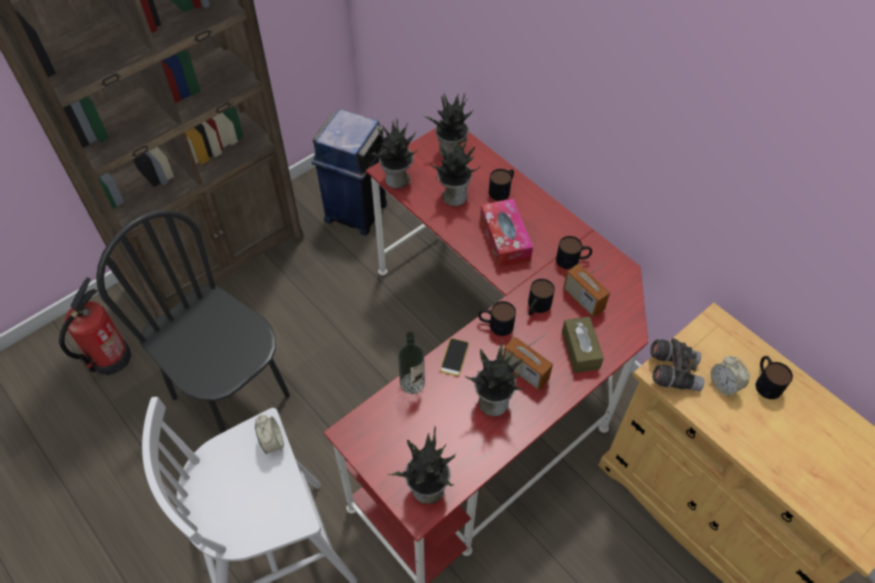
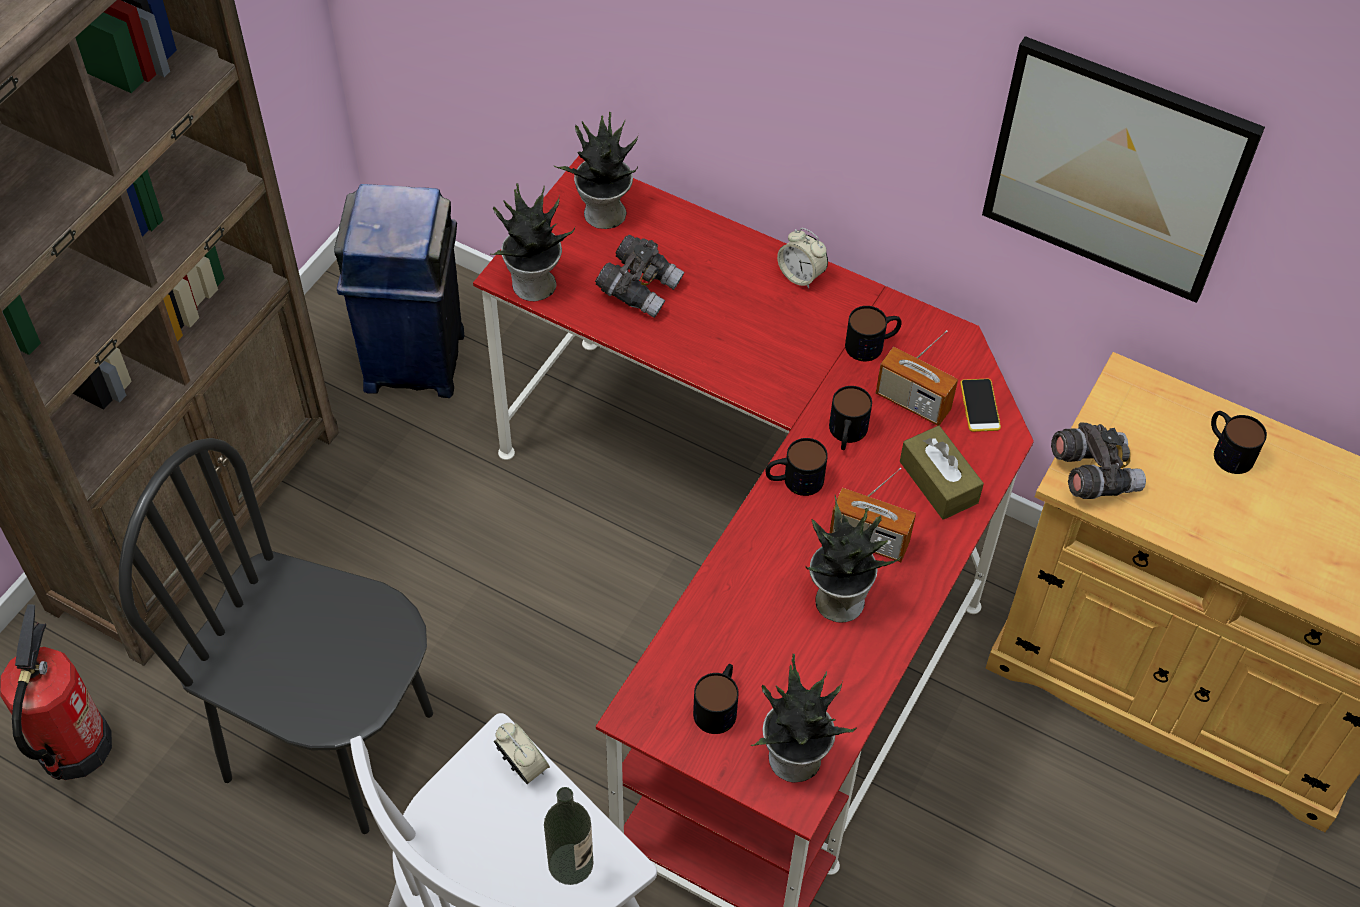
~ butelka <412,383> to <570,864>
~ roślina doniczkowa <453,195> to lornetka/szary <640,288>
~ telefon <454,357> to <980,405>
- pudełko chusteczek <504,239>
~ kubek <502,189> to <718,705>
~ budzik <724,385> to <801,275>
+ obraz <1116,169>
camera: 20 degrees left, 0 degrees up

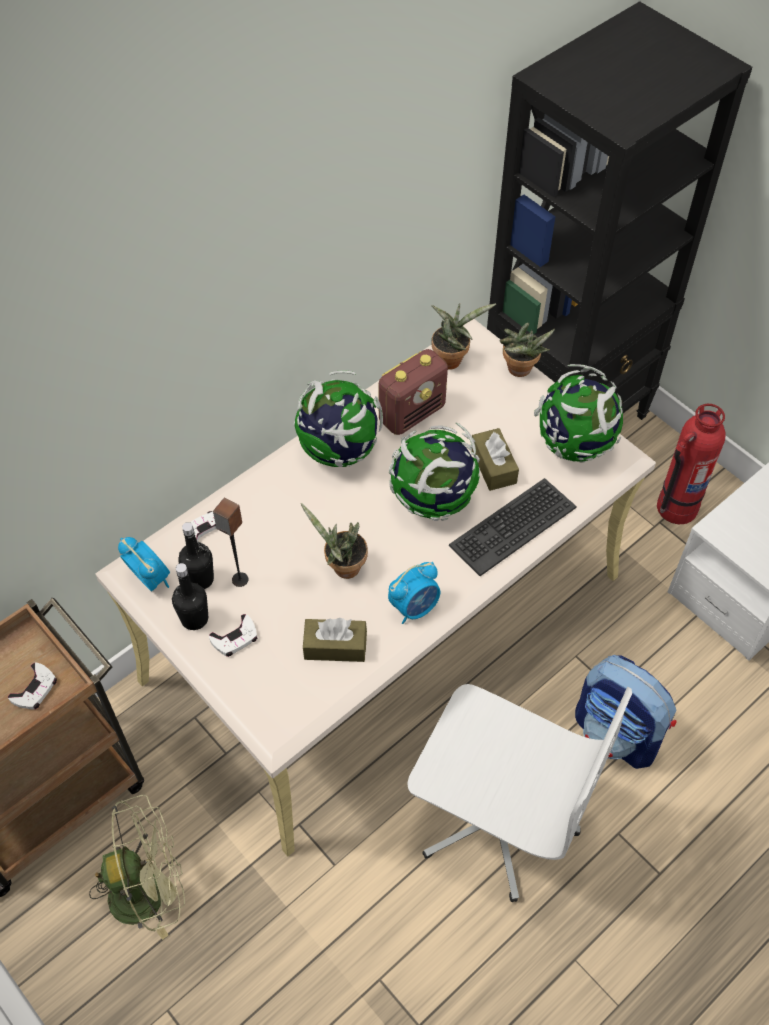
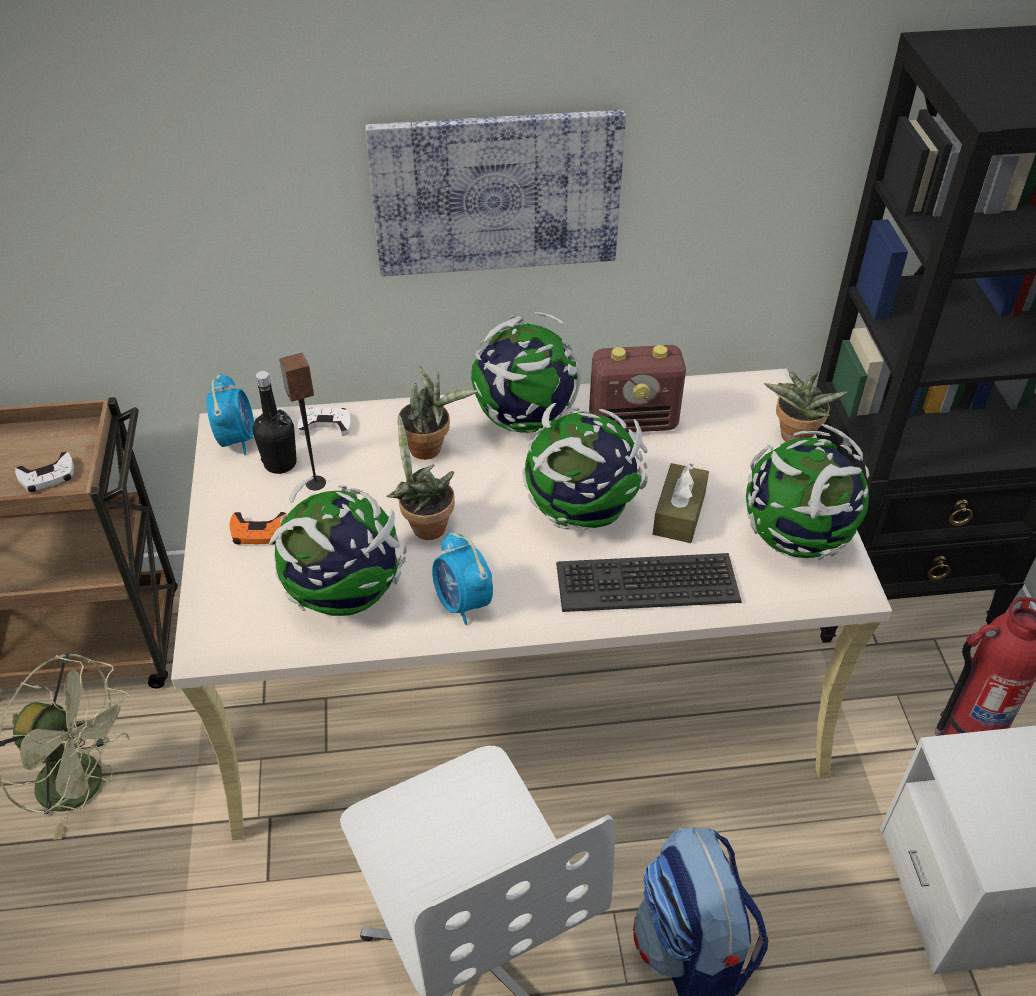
- butelka/czarny <194,618>
~ pad do gier/biały <235,638> to pad do gier/pomarańczowy <258,532>
~ pudełko chusteczek/brązowy <335,646> to globus <345,594>
~ budzik <414,607> = <463,603> 60 degrees clockwise
~ roślina doniczkowa <452,358> to <431,448>
+ obraz <496,192>
camera: 35 degrees right, 10 degrees down

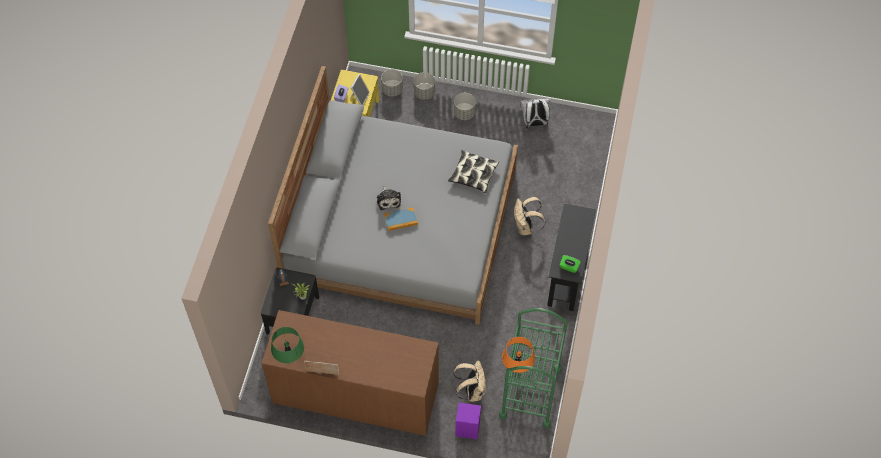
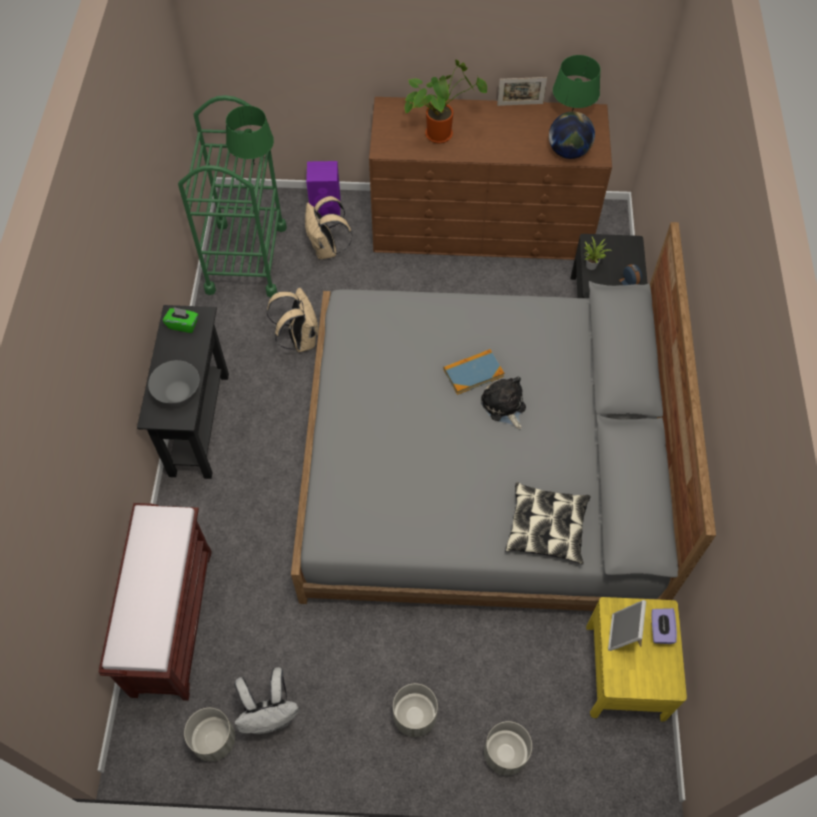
~ donica/szary <392,89> to <214,740>
~ poduszka <473,174> to <547,527>
~ lampa stołowa/pomarańczowy <517,366> to lampa stołowa/zielony <254,164>
~ plecak/beżowy <525,227> to <300,339>
+ ławka/brązowy <172,620>
+ miska/szary <178,392>
+ roślina doniczkowa <441,133>
+ globus <568,152>
camera: 170 degrees right, 0 degrees up

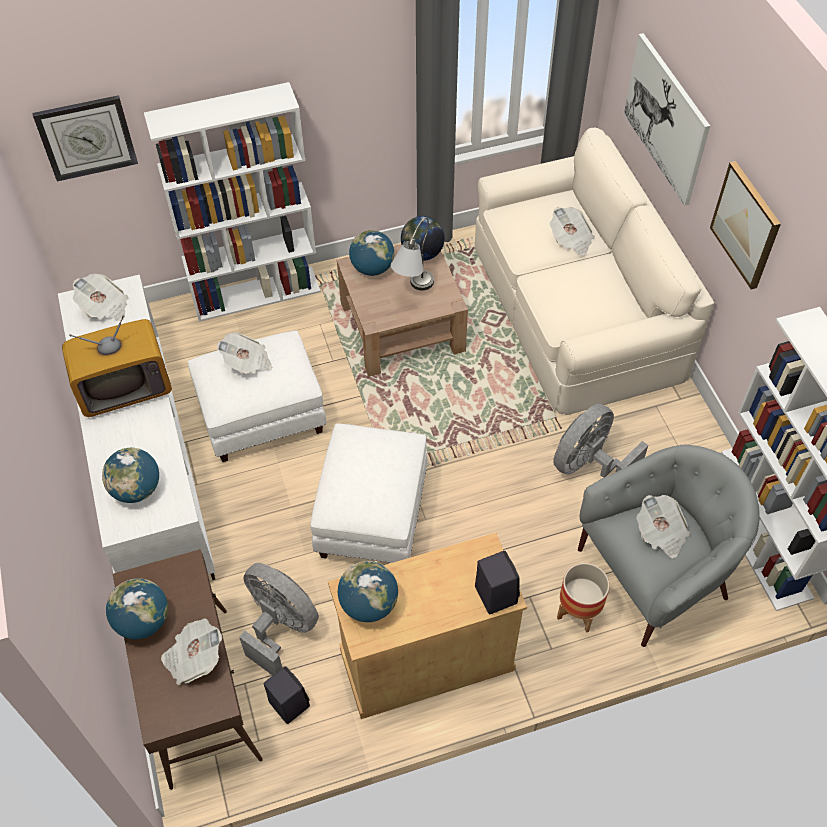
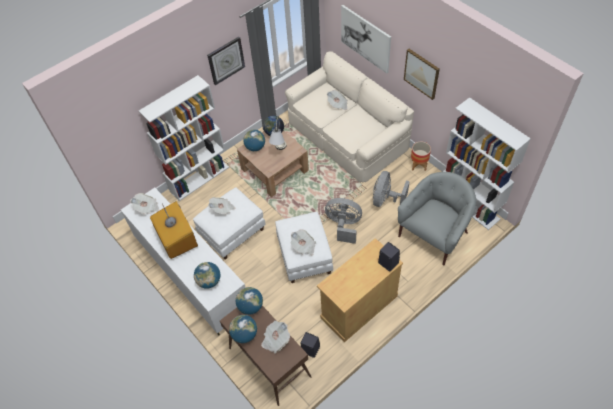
~ zegar ścienny <86,137> to <226,60>
~ telewizor <124,386> = <177,239> 75 degrees counterclockwise
~ wentylator/szary <280,626> to <343,226>
~ globus <369,604> to <250,306>
~ donica <578,612> to <418,165>
~ gazeta <660,533> to <304,246>
camera: 20 degrees left, 0 degrees up

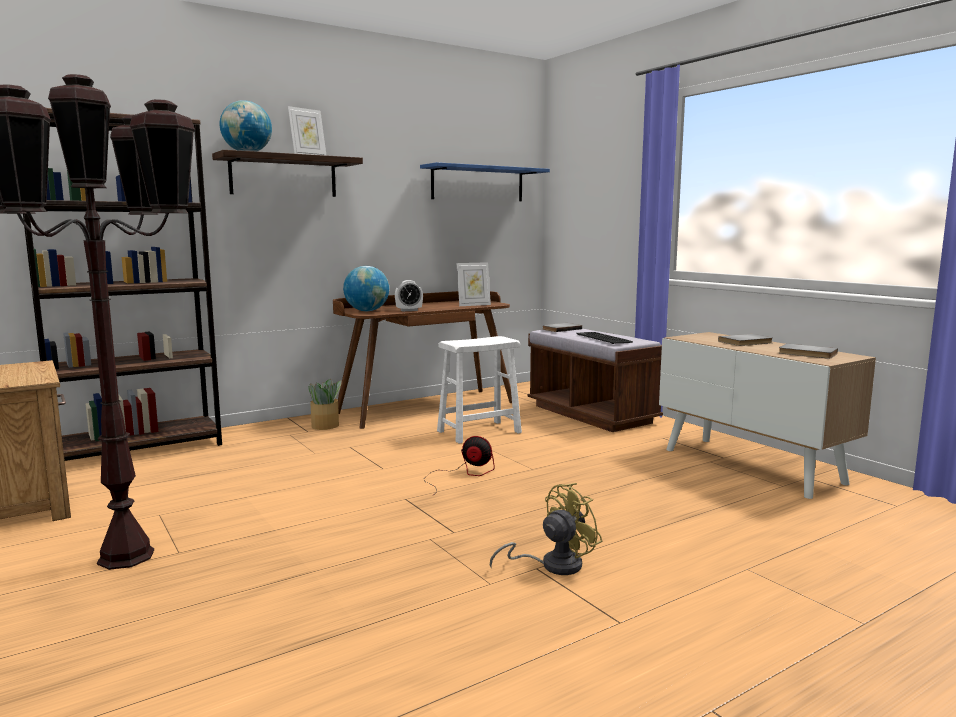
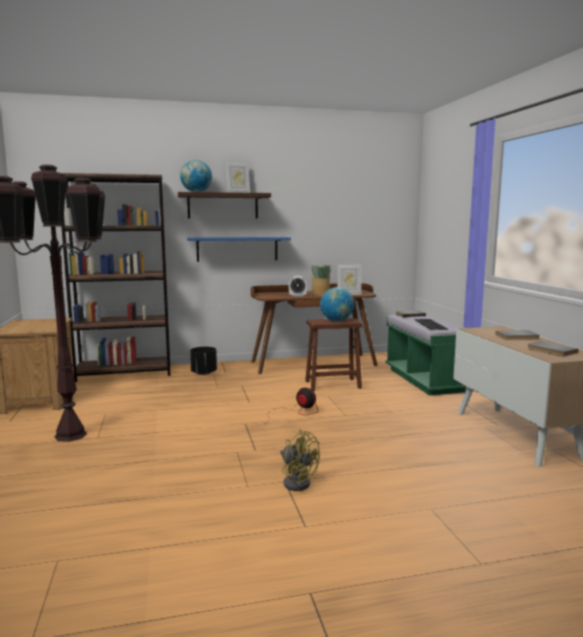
~ roślina doniczkowa <326,426> to <321,294>
~ globus <367,311> to <336,320>
~ półka/niebieski <478,184> to <237,249>
~ stołek/biały <479,432> to stołek/brązowy <333,384>
~ wentylator/żółty <552,565> = <297,481> 60 degrees clockwise
~ ławka/brązowy <591,414> to ławka/zielony <426,380>
+ donica/czarny <203,373>
camera: 20 degrees right, 0 degrees up

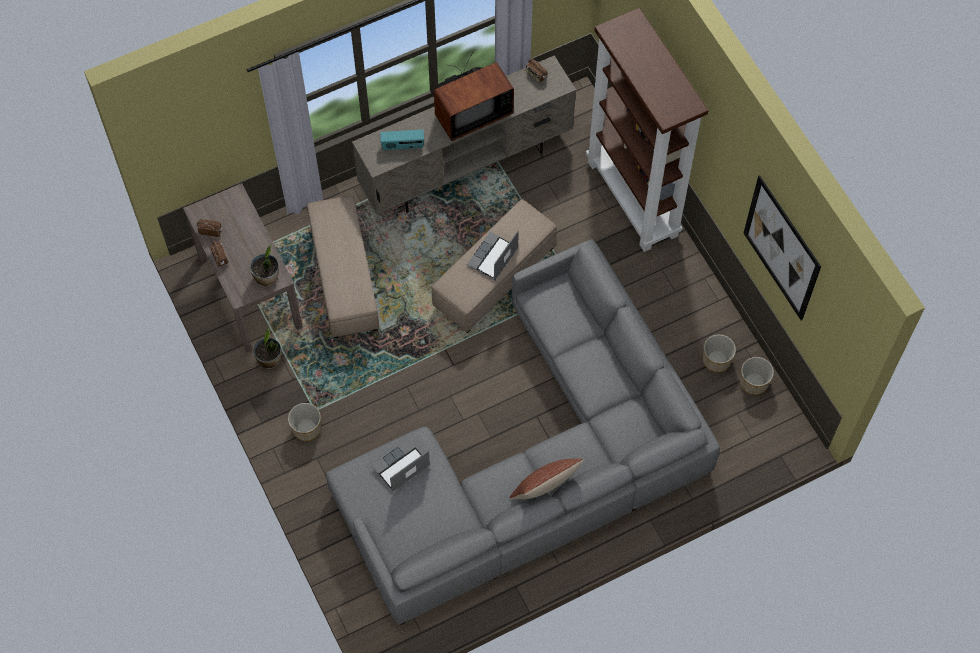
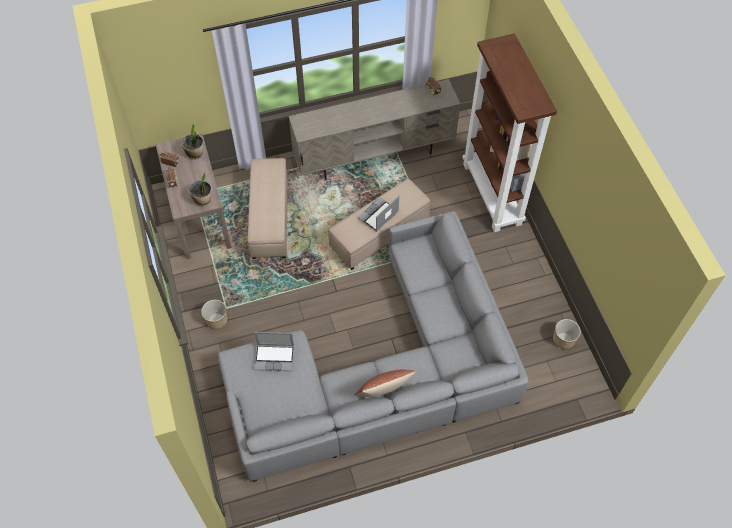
~ roślina doniczkowa <269,359> to <195,153>
~ laptop <400,467> = <275,357> 150 degrees counterclockwise
- radio <403,146>
- telewizor <470,113>
- donica <717,360>
- obraz <781,248>
camera: 10 degrees right, 5 degrees down

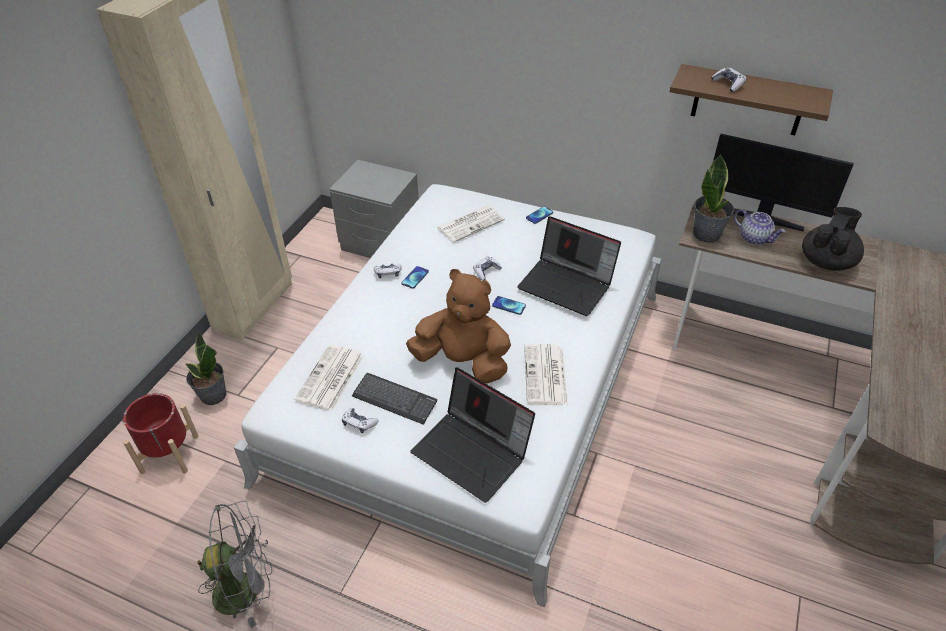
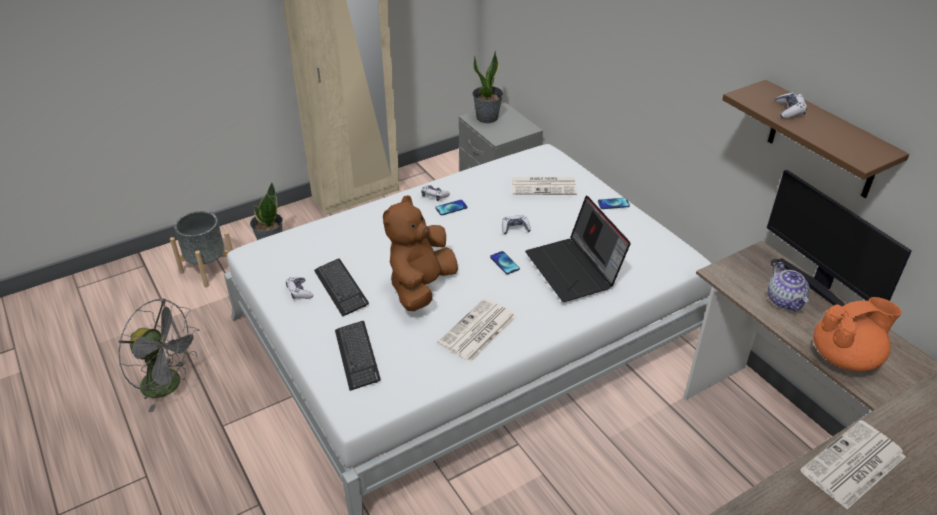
~ donica/czerwony <169,453> to donica/szary <208,269>
~ gazeta <330,379> to <853,465>
~ pluszak/brązowy <463,362> = <421,287> 120 degrees counterclockwise
~ laptop <473,452> to klawiatura <357,356>
~ roślina doniczkowa <707,234> to <487,118>
~ imbryk/czarny <826,261> to imbryk/pomarańczowy <845,357>
camera: 35 degrees right, 5 degrees down

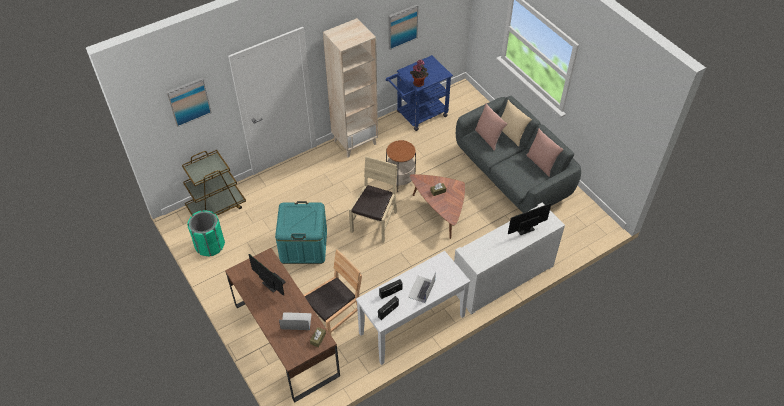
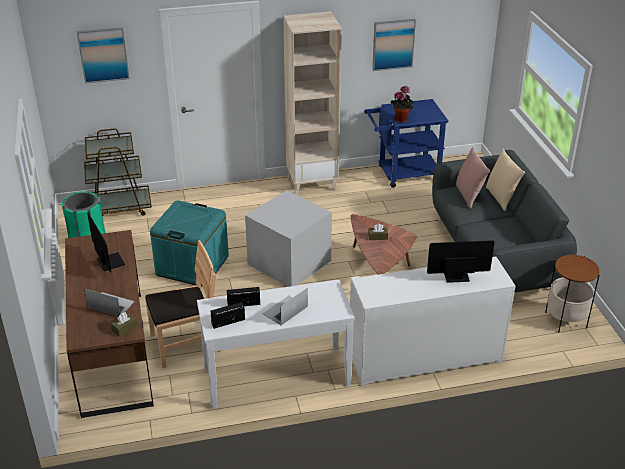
~ krzesło/beżowy <374,222> to pojemnik do przechowywania/szary <290,262>
~ stolik <400,181> to <566,320>
- poduszka/różowy <541,164>
camera: 20 degrees right, 15 degrees down

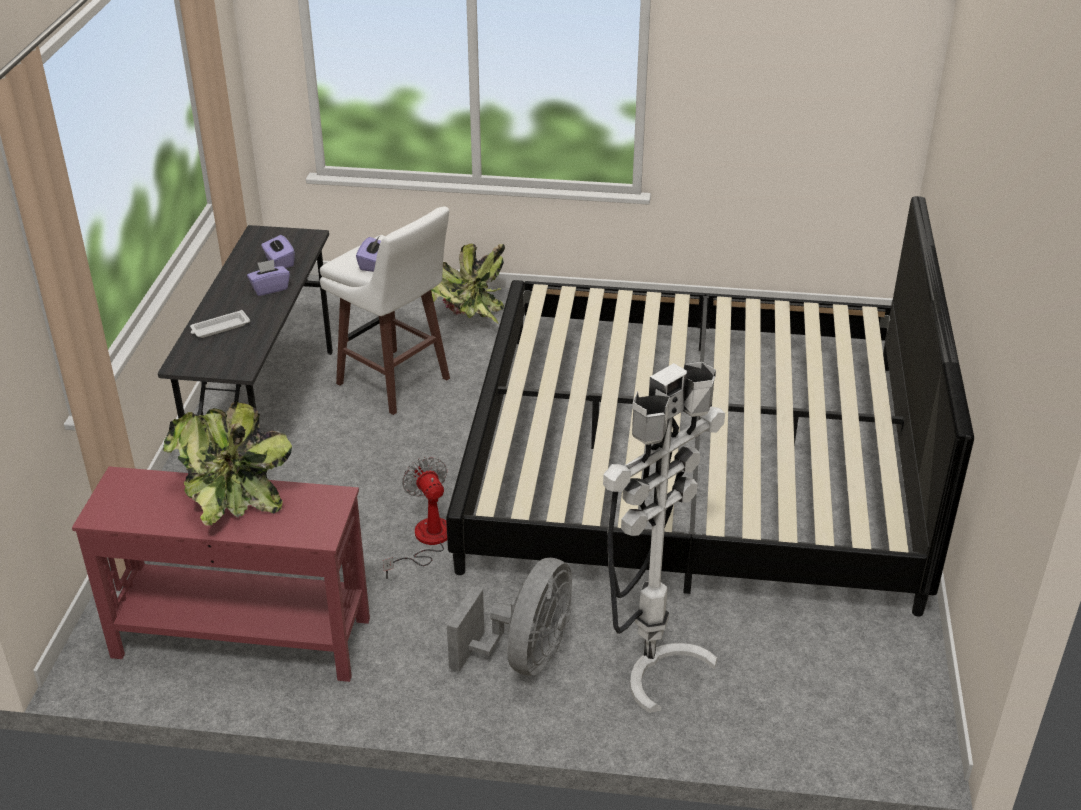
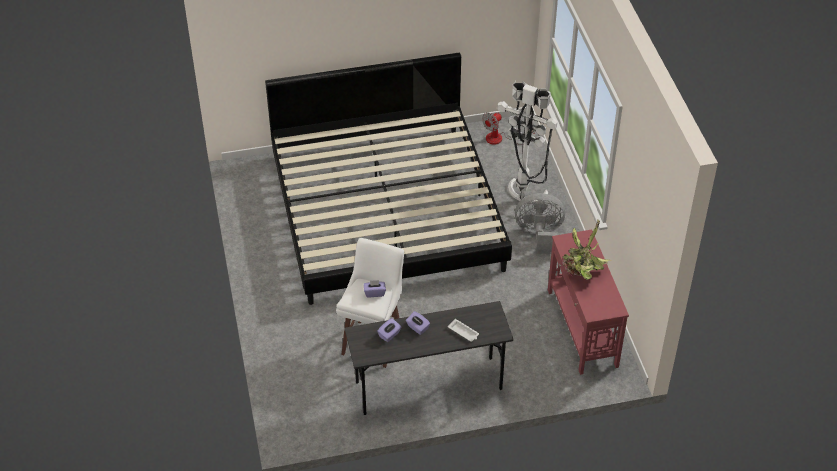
~ wentylator <425,541> to <500,139>
- roślina doniczkowa <468,318>
camera: 110 degrees left, 10 degrees up

